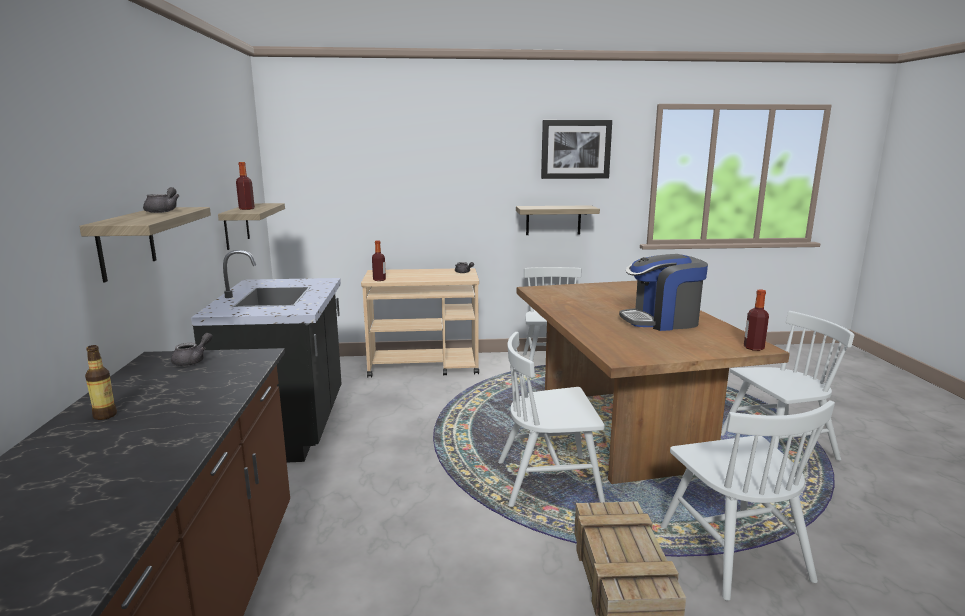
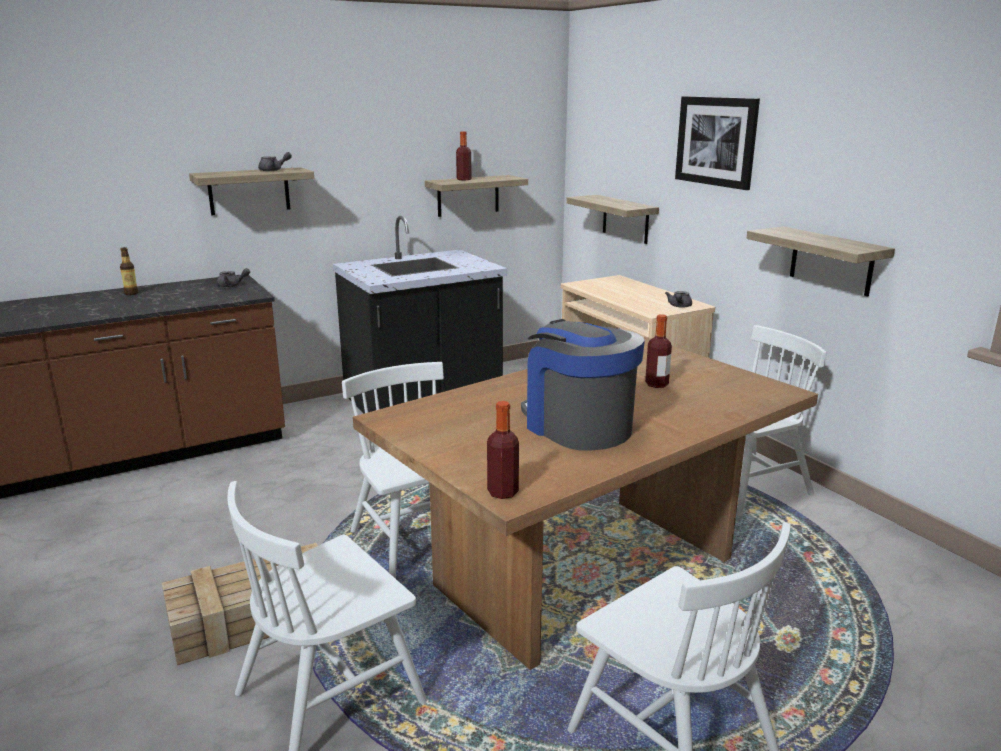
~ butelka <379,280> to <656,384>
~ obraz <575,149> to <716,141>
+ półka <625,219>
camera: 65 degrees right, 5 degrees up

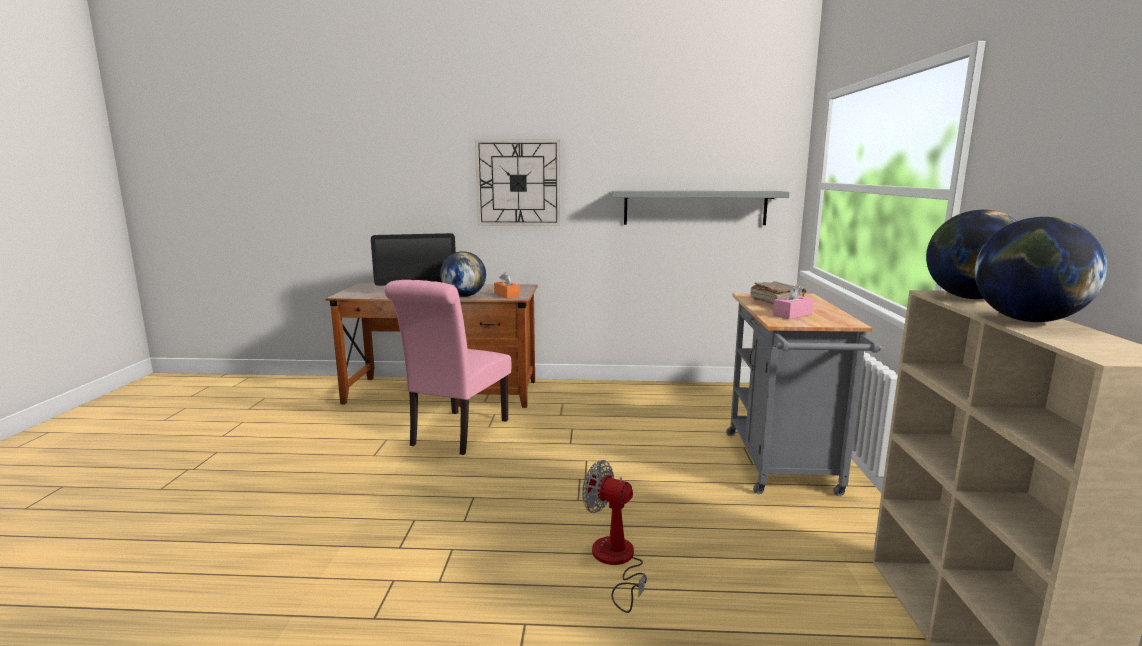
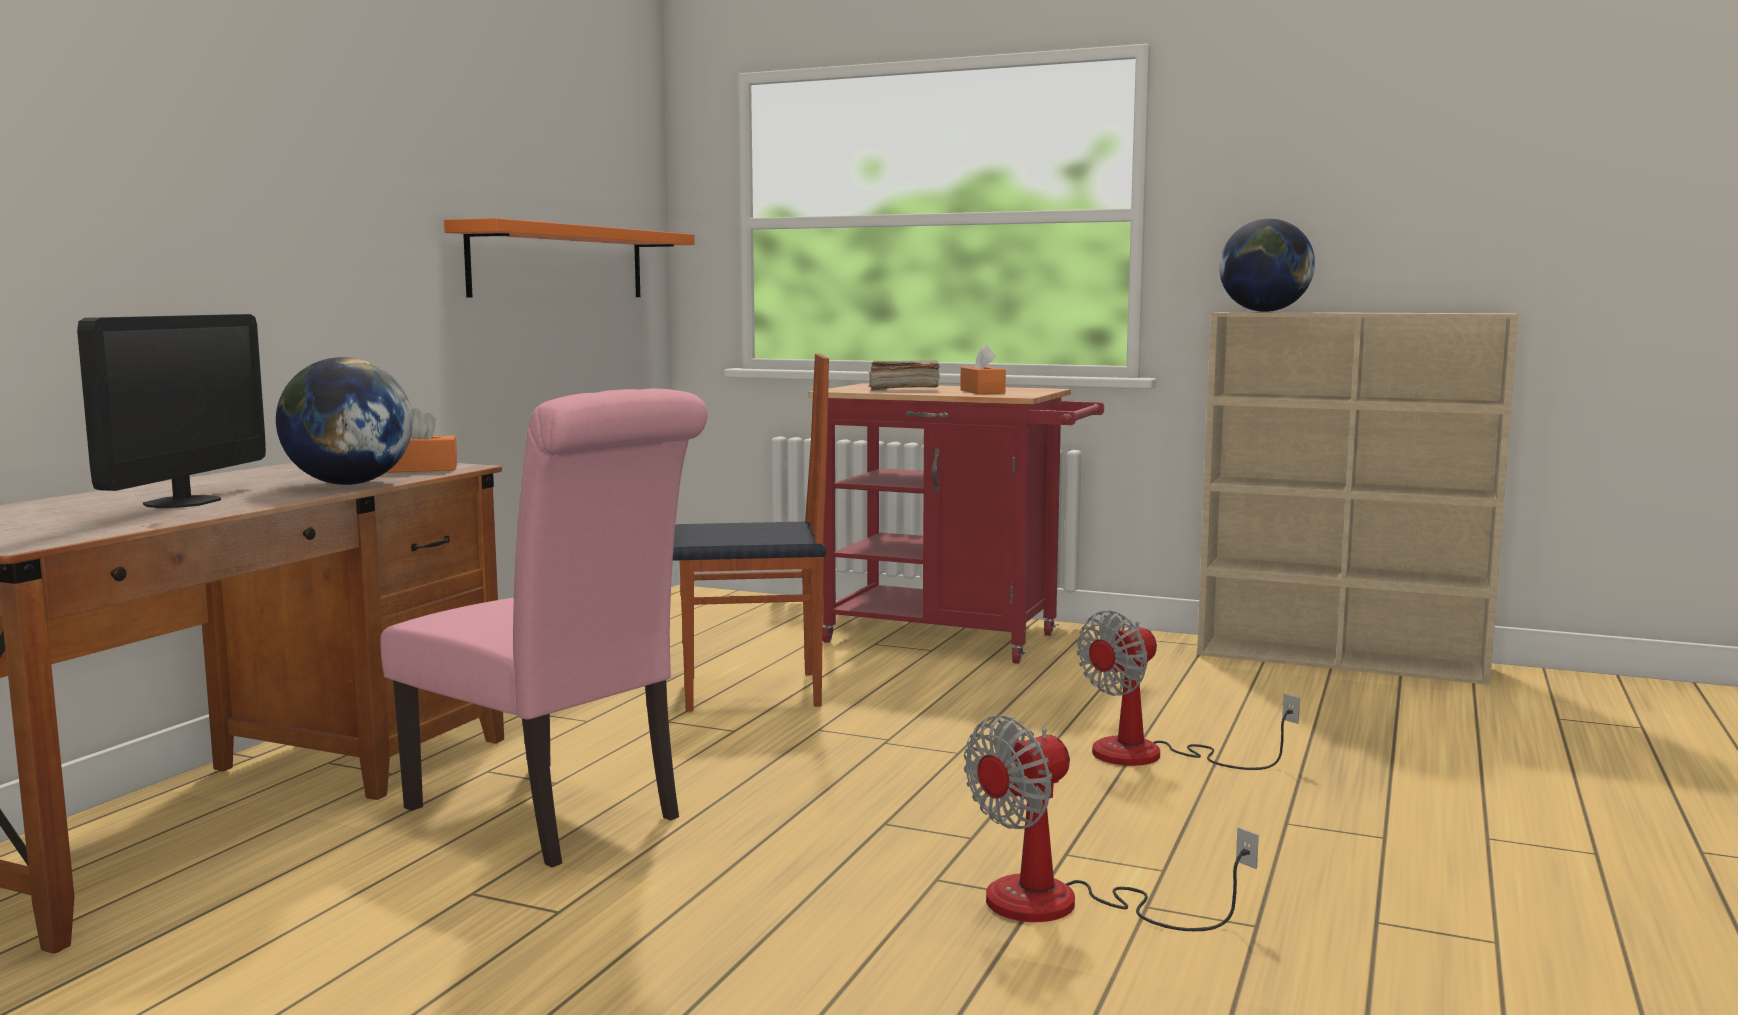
- zegar ścienny <518,183>
~ półka/szary <695,207> to półka/pomarańczowy <559,262>
~ wózek/szary <784,467> to wózek/czerwony <955,639>
~ pudełko chusteczek/różowy <792,315> to pudełko chusteczek/pomarańczowy <982,392>
- globus <1027,320>
+ krzesło <753,692>
+ wentylator <1065,905>
camera: 70 degrees left, 5 degrees down

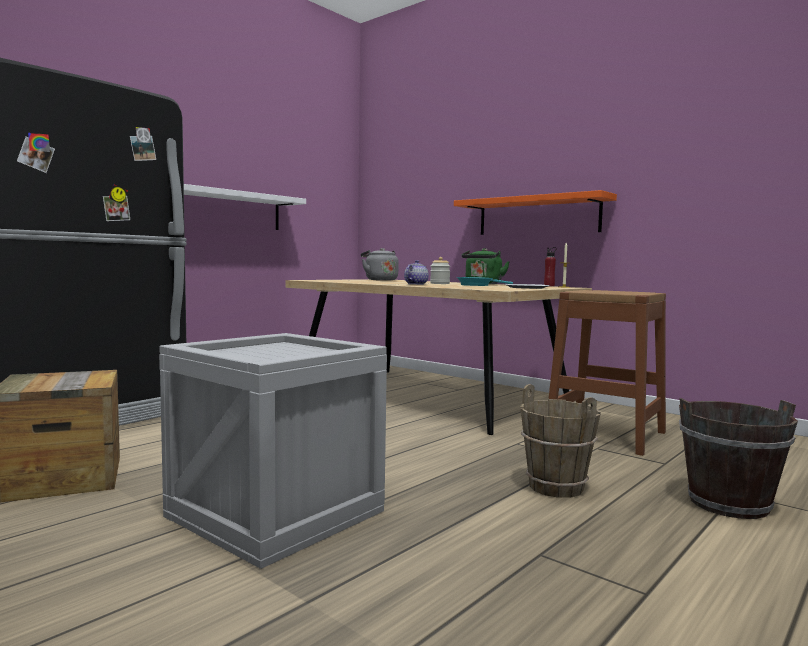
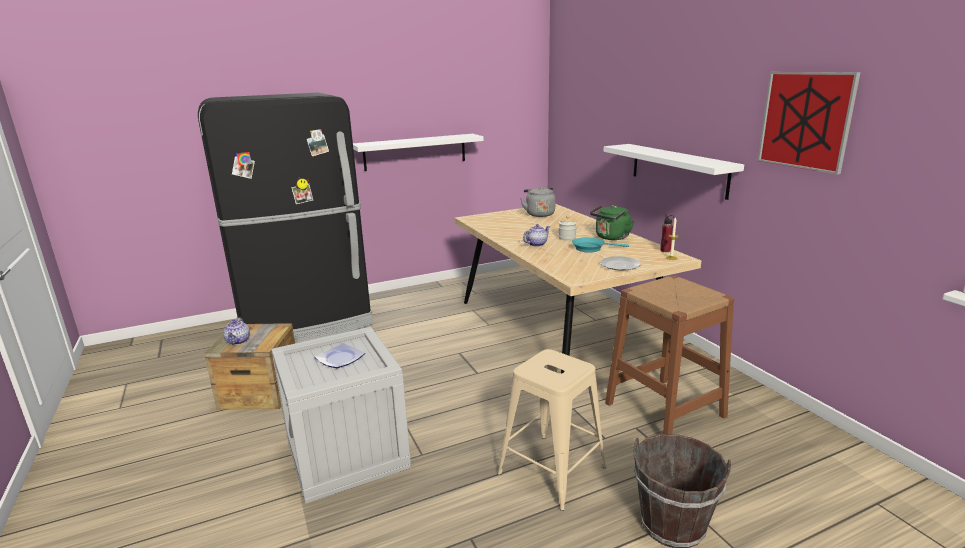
~ półka/pomarańczowy <537,216> to półka/biały <678,169>
~ wiadro/brązowy <556,487> to stołek/beżowy <551,470>
+ imbryk <239,341>
+ talerz <339,359>
+ obraz <805,120>
camera: 25 degrees right, 15 degrees up

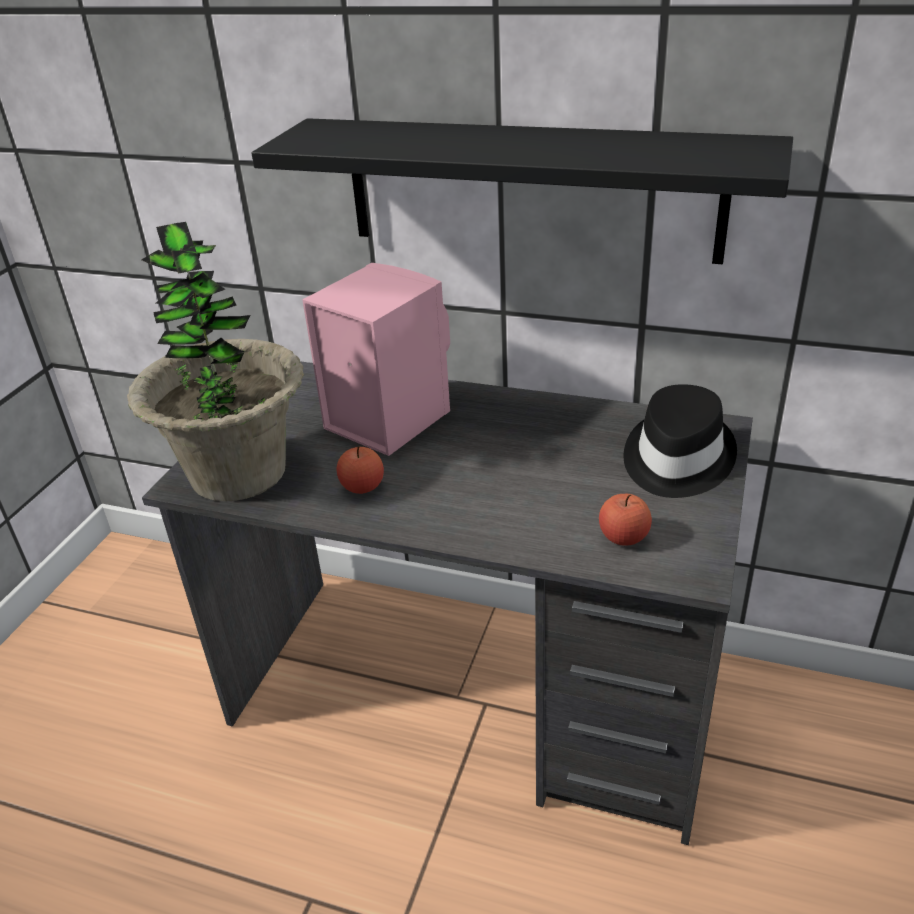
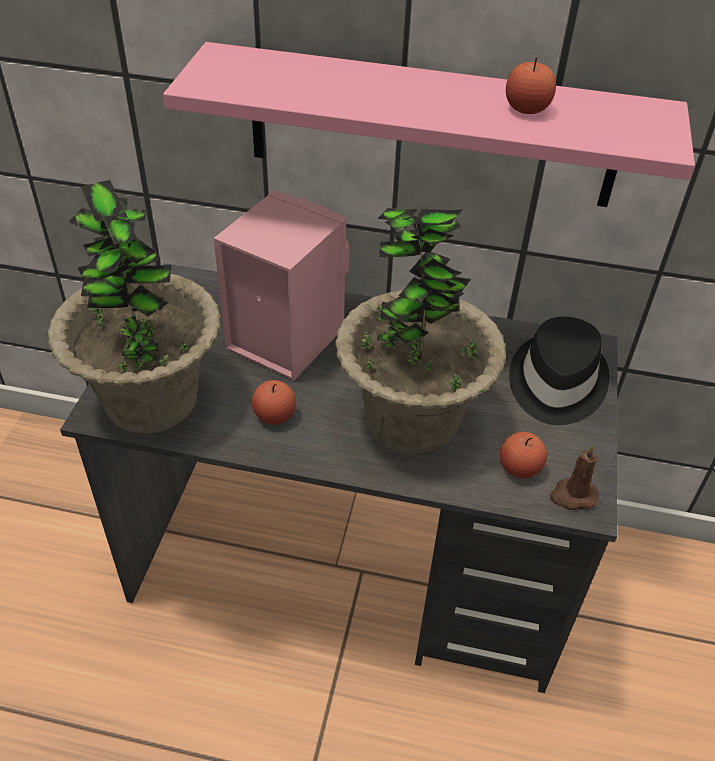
~ półka/czarny <530,189> to półka/różowy <431,127>
+ roślina doniczkowa <412,419>
+ jabłko <526,109>
+ świeca/brązowy <572,496>
camera: 10 degrees left, 10 degrees up

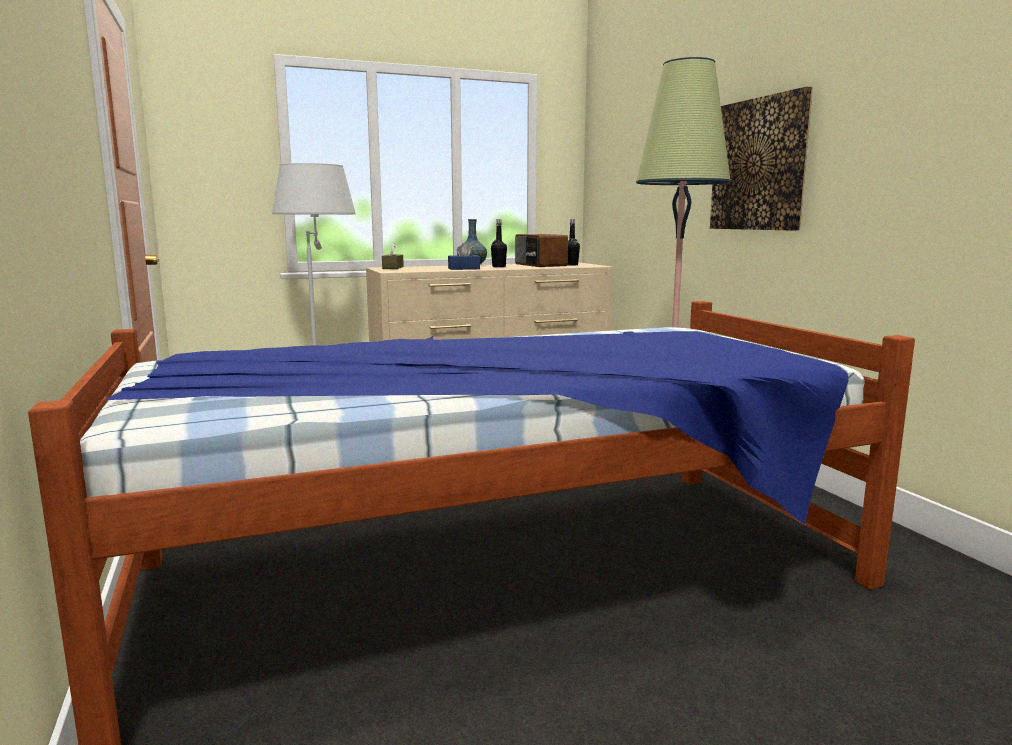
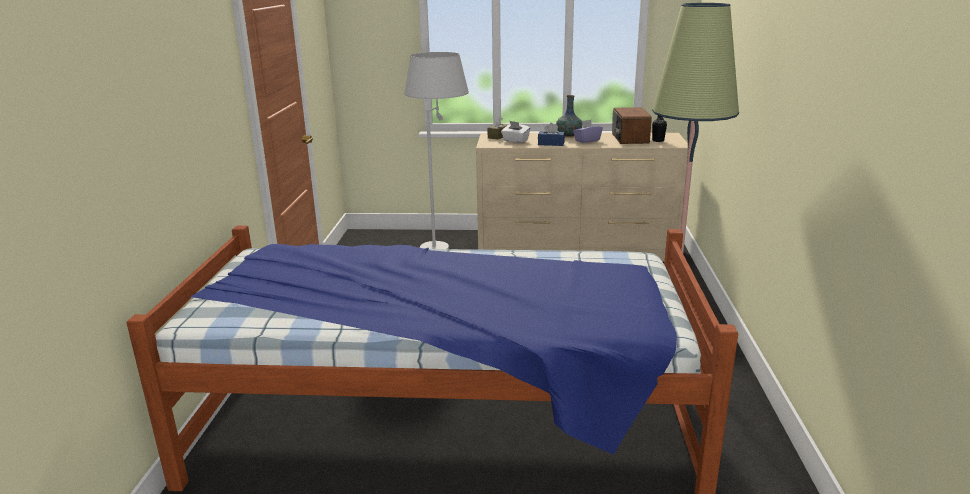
~ butelka/czarny <499,266> to pudełko chusteczek/fioletowy <587,140>
- obraz <759,165>
+ pudełko chusteczek/biały <515,141>
camera: 25 degrees right, 10 degrees up

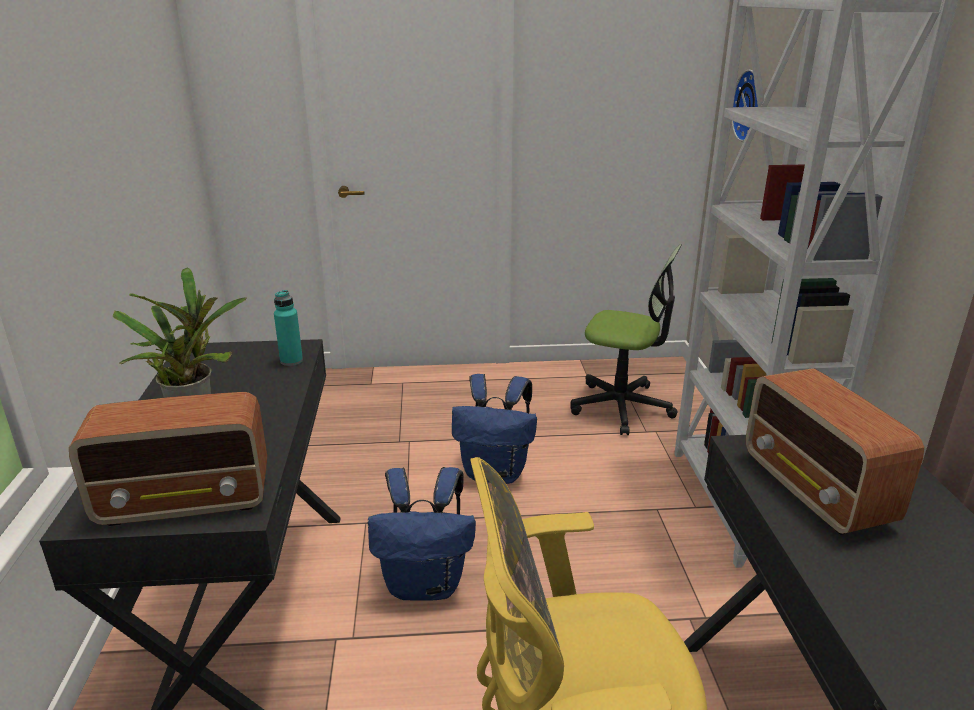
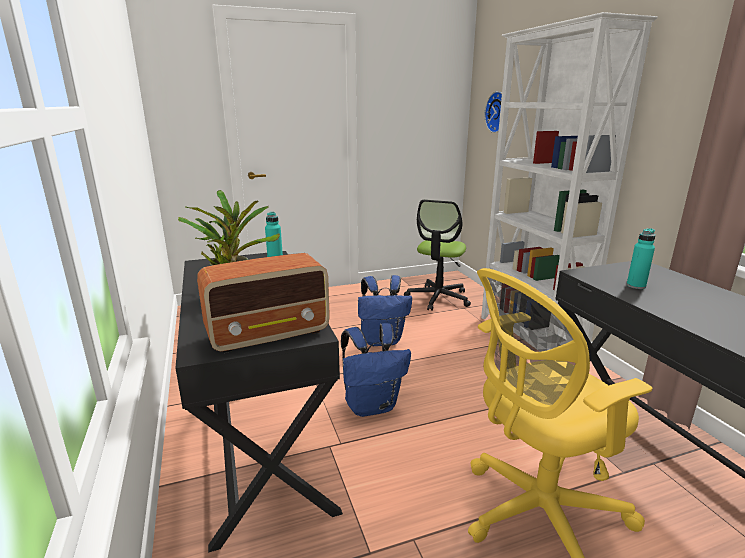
~ krzesło biurowe <621,407> = <438,298> 105 degrees clockwise
~ radio <816,491> to butelka/turkusowy <636,286>
camera: 15 degrees left, 5 degrees down

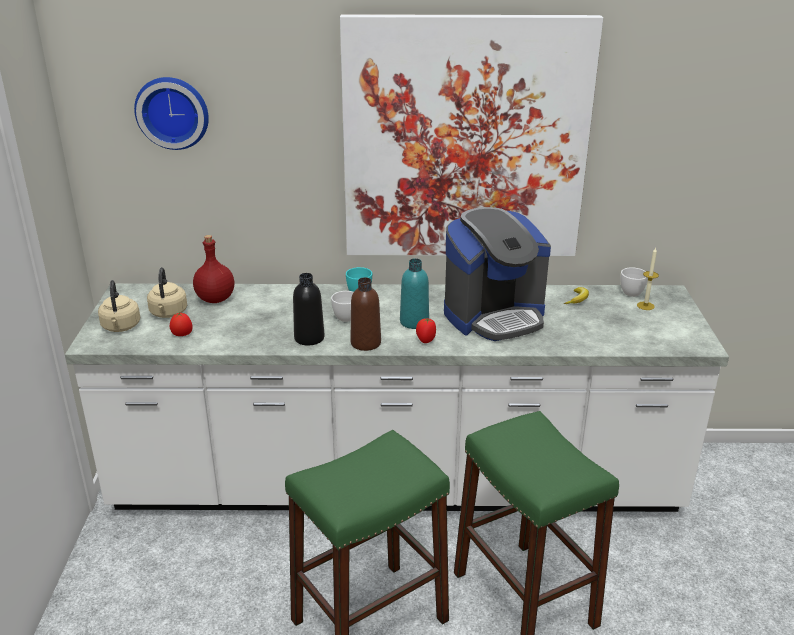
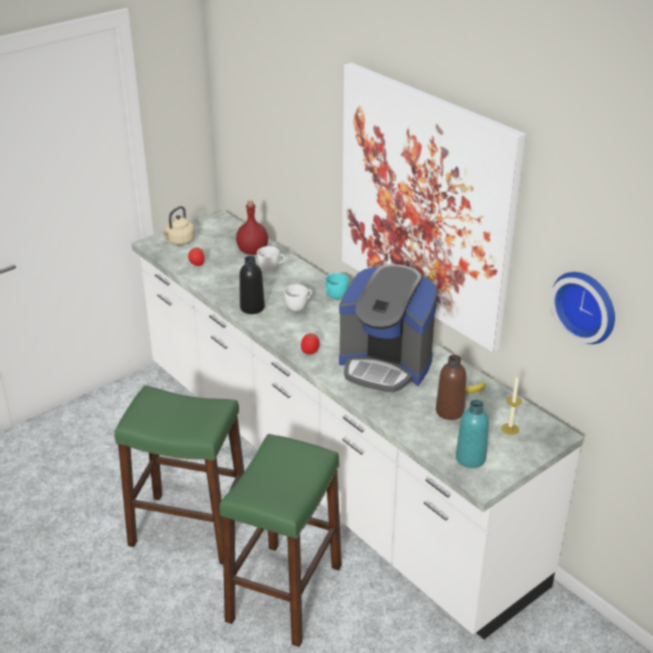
~ zegar ścienny <173,112> to <586,305>
- czajnik/beżowy <168,313>
~ butelka/brązowy <365,343> to <449,411>
~ butelka/turkusowy <414,322> to <470,458>
~ filiżanka/biały <633,292> to <271,268>
camera: 50 degrees right, 5 degrees up

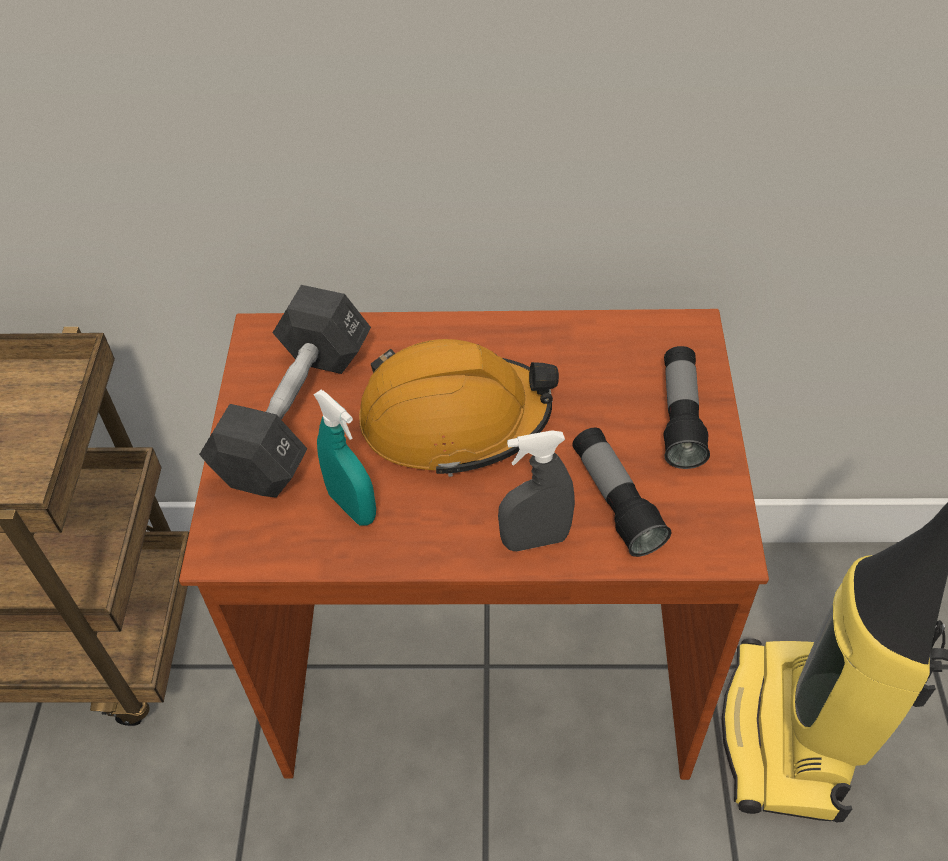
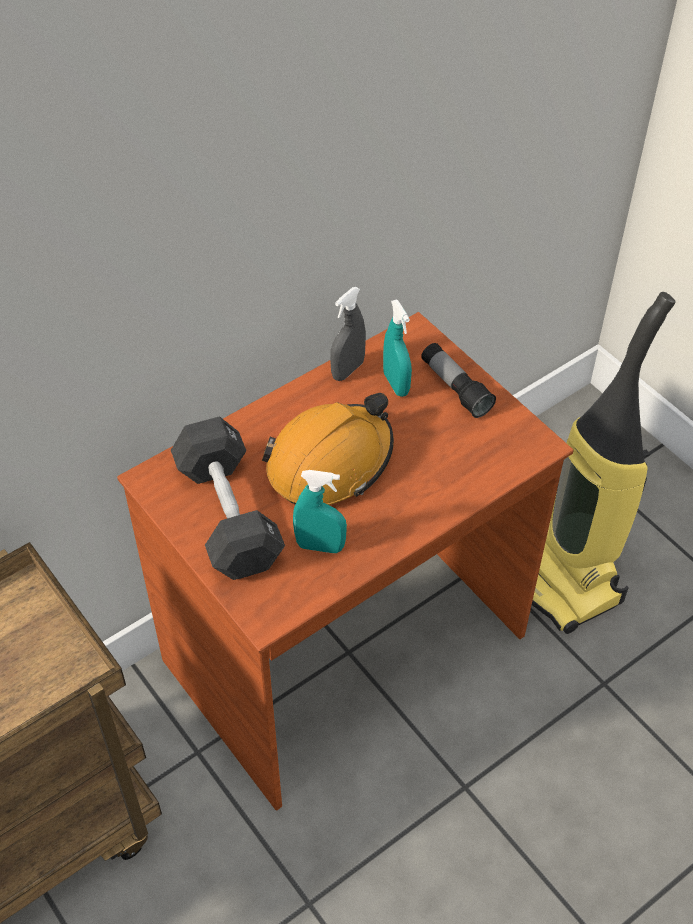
~ spryskiwacz/szary <535,540> to <348,370>
- latarka <616,501>
+ spryskiwacz/turkusowy <396,384>
camera: 40 degrees left, 0 degrees up

